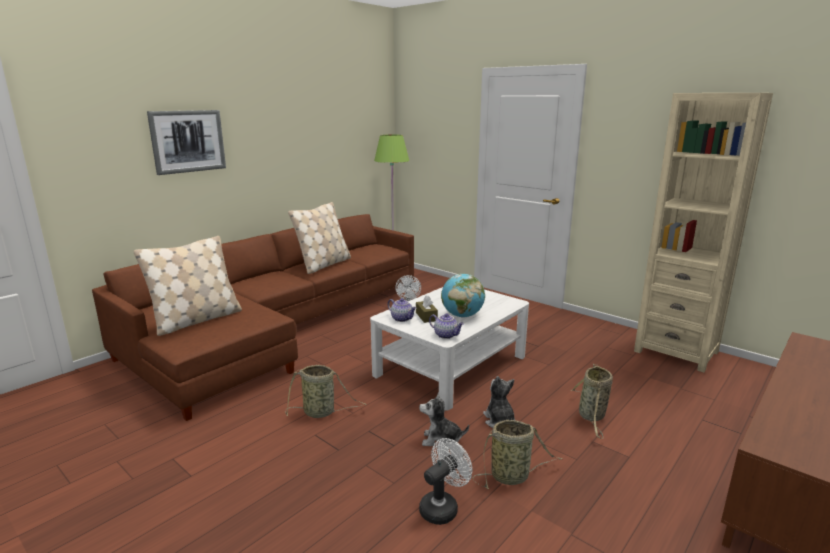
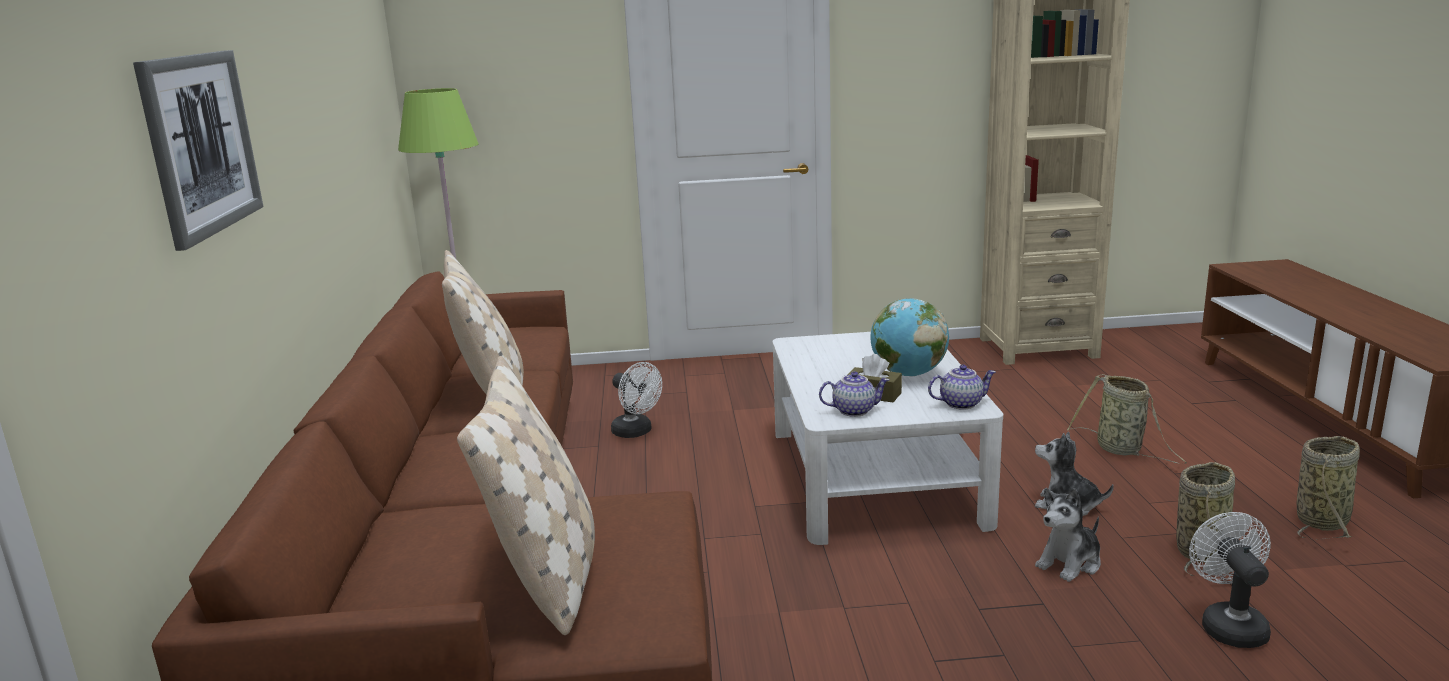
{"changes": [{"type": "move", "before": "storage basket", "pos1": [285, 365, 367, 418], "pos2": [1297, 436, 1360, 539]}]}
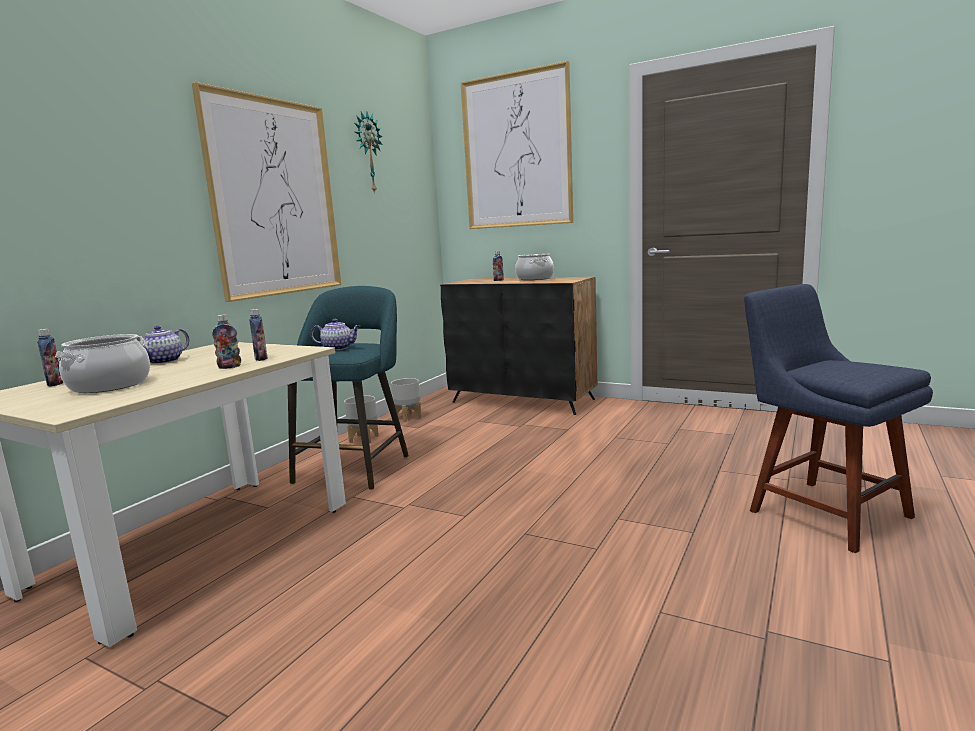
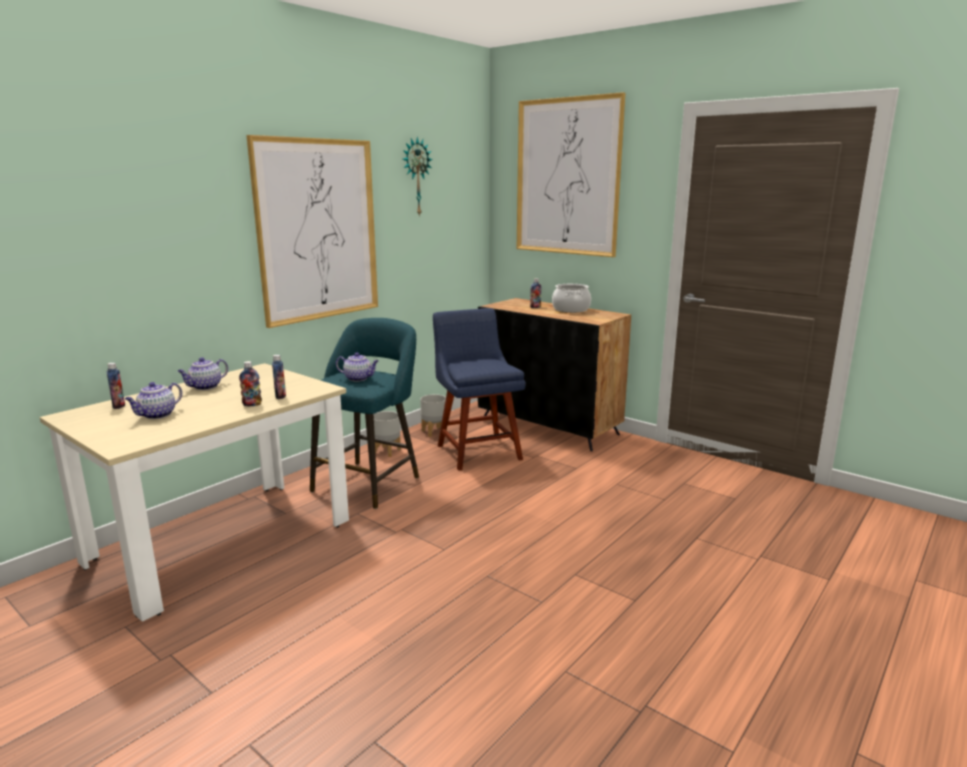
{"changes": [{"type": "move", "before": "blue plain chair", "pos1": [744, 284, 933, 553], "pos2": [433, 308, 526, 471]}, {"type": "replace", "before": "saucepot", "after": "tea pot", "pos1": [55, 334, 150, 393], "pos2": [125, 382, 182, 419]}]}
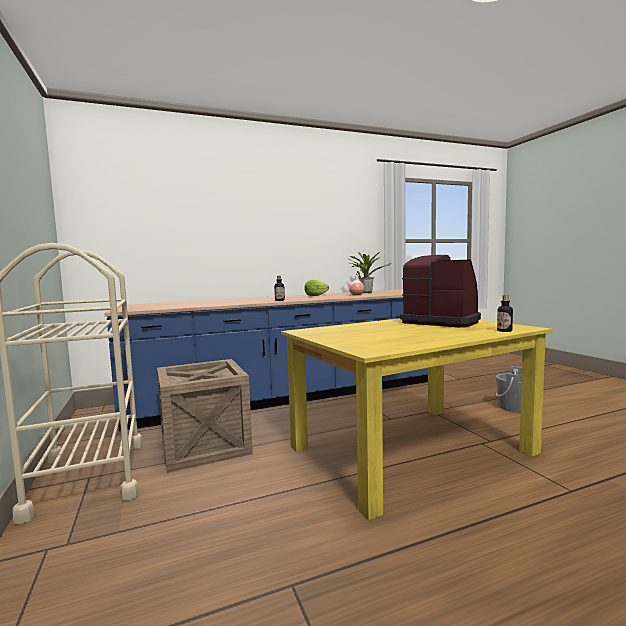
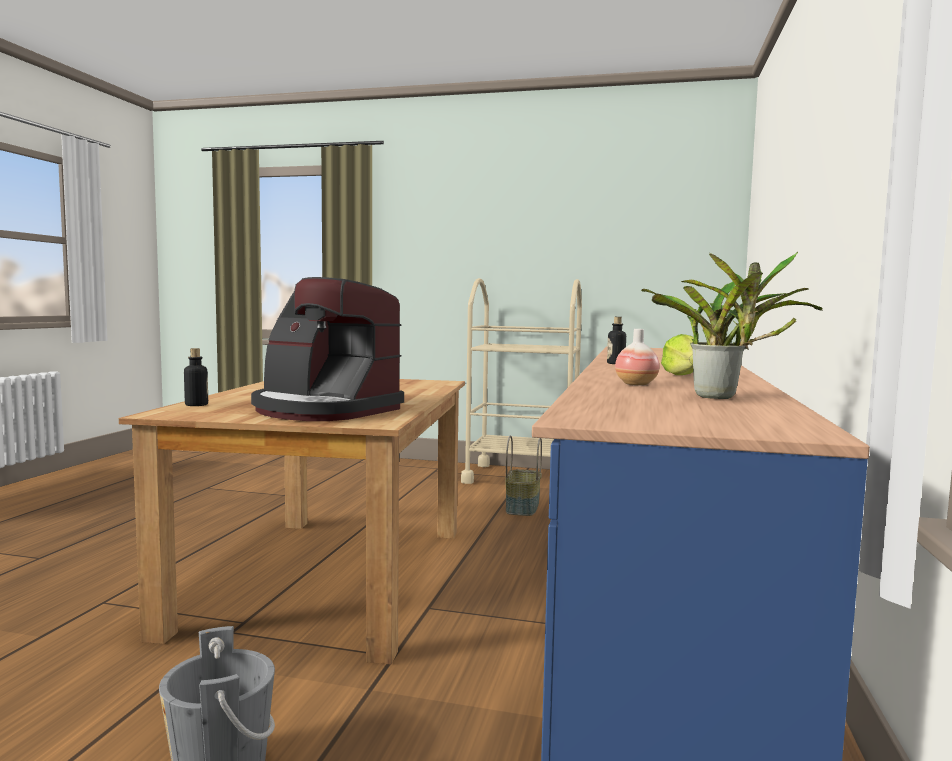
{"changes": [{"type": "rotate", "before": "coffee machine", "pos1": [400, 255, 481, 328], "pos2": [251, 277, 404, 421], "turn": 45}, {"type": "recolor", "before": "yellowish dinner table", "after": "brown dinner table", "pos1": [281, 318, 553, 520], "pos2": [119, 379, 465, 665]}, {"type": "replace", "before": "packing crate", "after": "storage basket", "pos1": [157, 359, 253, 473], "pos2": [505, 435, 542, 516]}]}
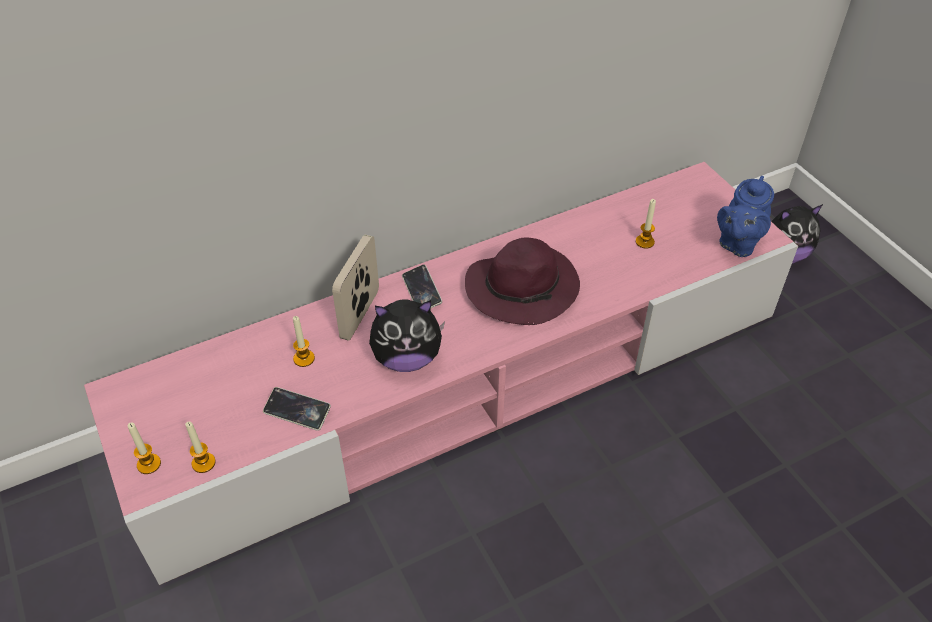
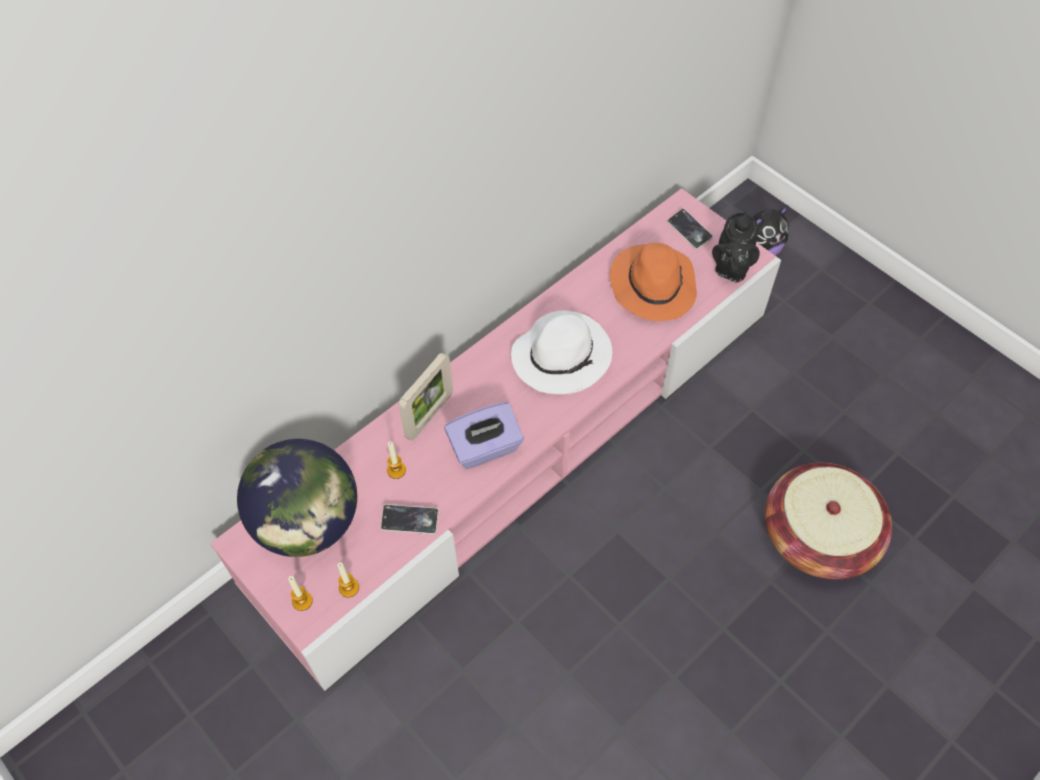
{"changes": [{"type": "recolor", "before": "blue tea pot", "after": "black-coloured tea pot", "pos1": [717, 176, 774, 257], "pos2": [712, 211, 760, 282]}, {"type": "replace", "before": "candle", "after": "orangey clothing hat", "pos1": [636, 199, 656, 249], "pos2": [610, 243, 697, 321]}, {"type": "rotate", "before": "photo frame", "pos1": [332, 235, 379, 340], "pos2": [398, 353, 453, 441], "turn": -150}, {"type": "recolor", "before": "purple-coloured clothing hat", "after": "white-coloured clothing hat", "pos1": [465, 238, 580, 325], "pos2": [511, 310, 612, 394]}, {"type": "move", "before": "telephone", "pos1": [402, 264, 442, 308], "pos2": [667, 209, 713, 249]}, {"type": "replace", "before": "plush toy", "after": "purple-coloured box of tissues", "pos1": [369, 299, 445, 372], "pos2": [444, 402, 524, 469]}, {"type": "insert", "after": "desk globe", "pos2": [237, 439, 357, 557]}, {"type": "insert", "after": "storage basket", "pos2": [765, 463, 892, 580]}]}
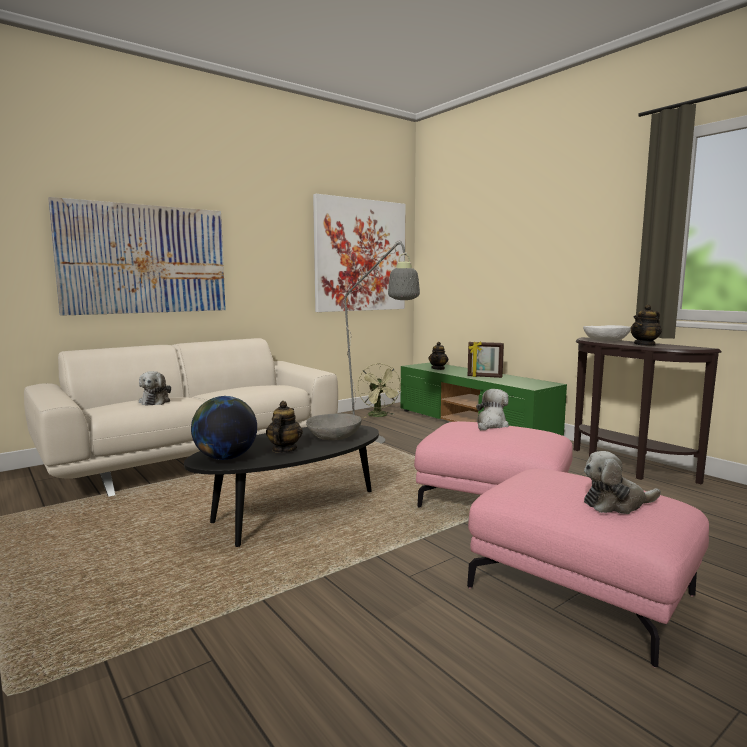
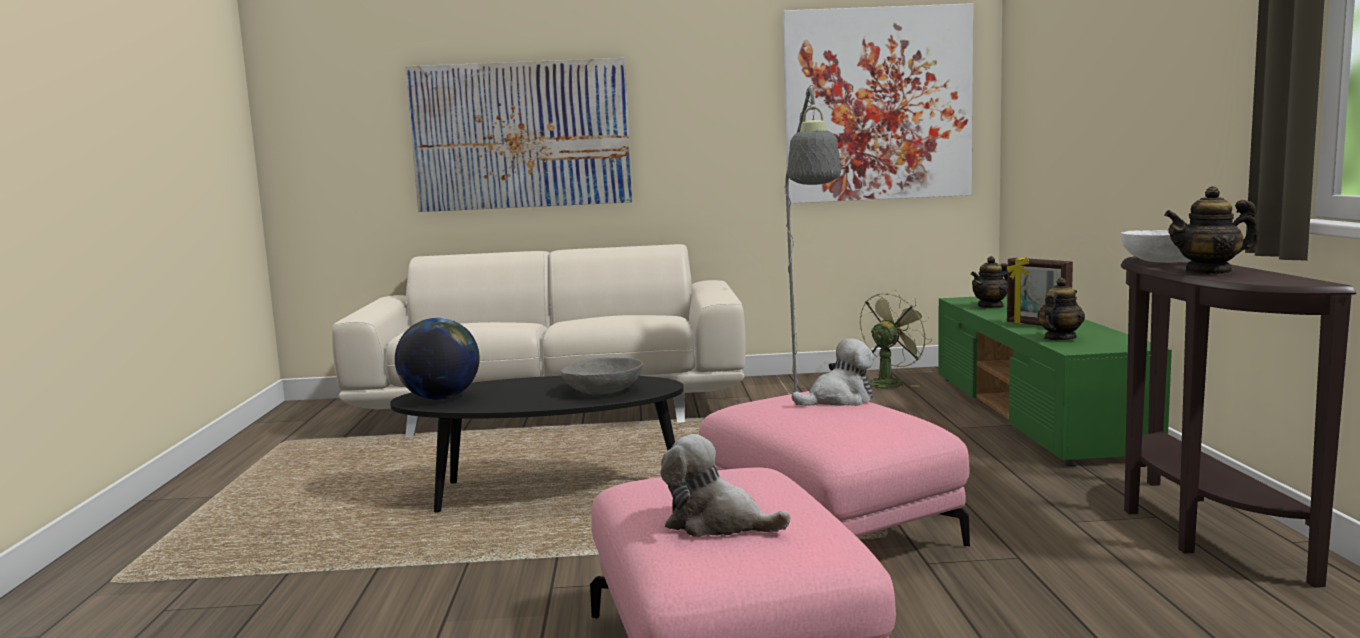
{"changes": [{"type": "rotate", "before": "green fan", "pos1": [357, 363, 402, 418], "pos2": [860, 290, 932, 389], "turn": -150}, {"type": "delete", "before": "plush toy", "pos1": [139, 371, 171, 406]}, {"type": "move", "before": "tea pot", "pos1": [266, 401, 303, 453], "pos2": [1037, 278, 1085, 340]}]}
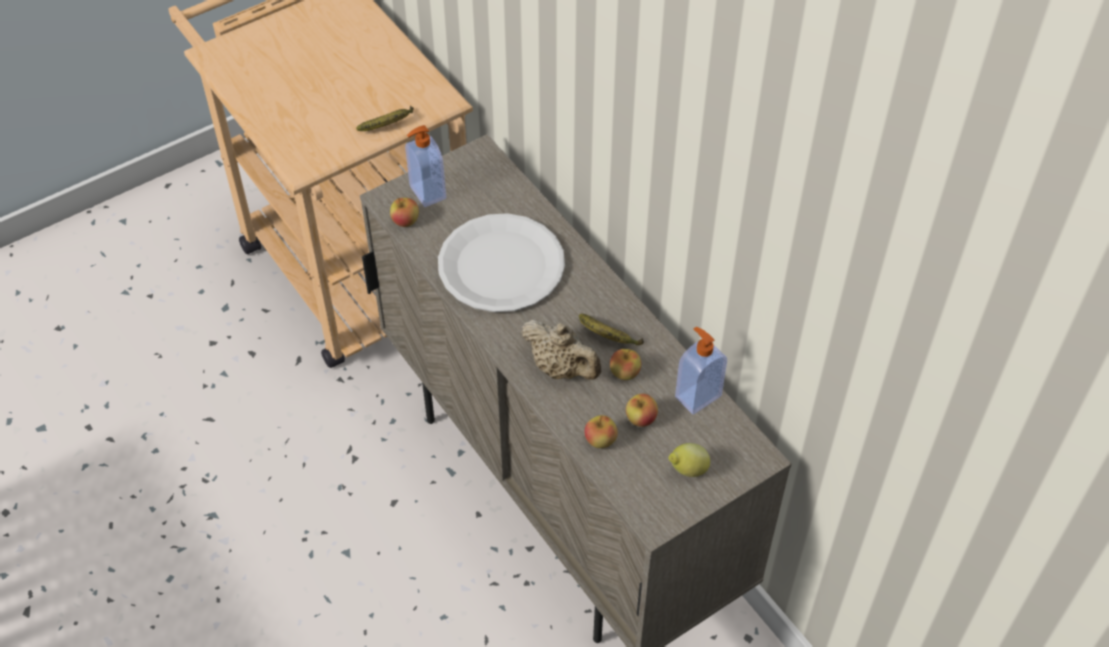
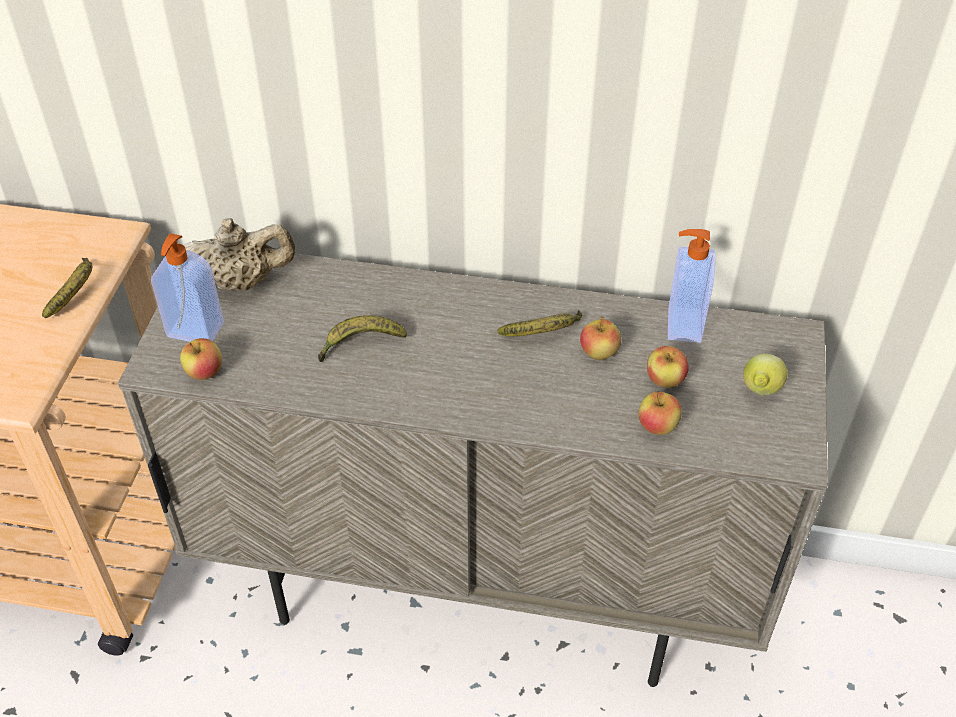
{"changes": [{"type": "replace", "before": "white-coloured dinner plate", "after": "banana", "pos1": [438, 213, 565, 312], "pos2": [318, 315, 407, 362]}, {"type": "move", "before": "beige tea pot", "pos1": [521, 320, 601, 380], "pos2": [183, 218, 295, 291]}]}
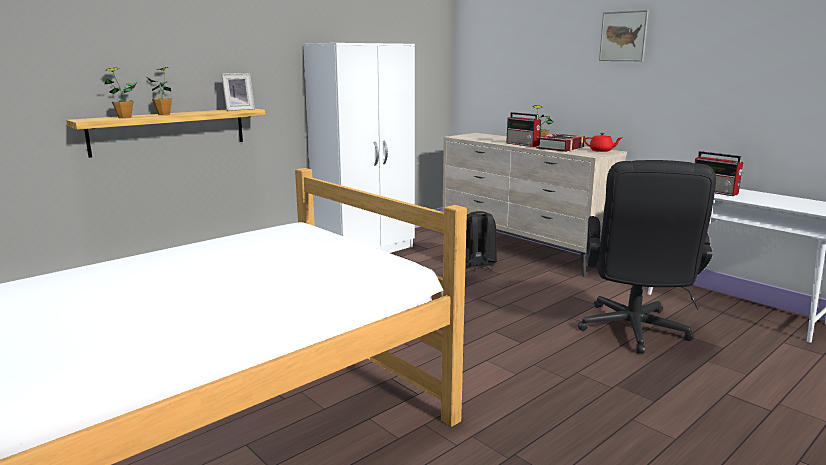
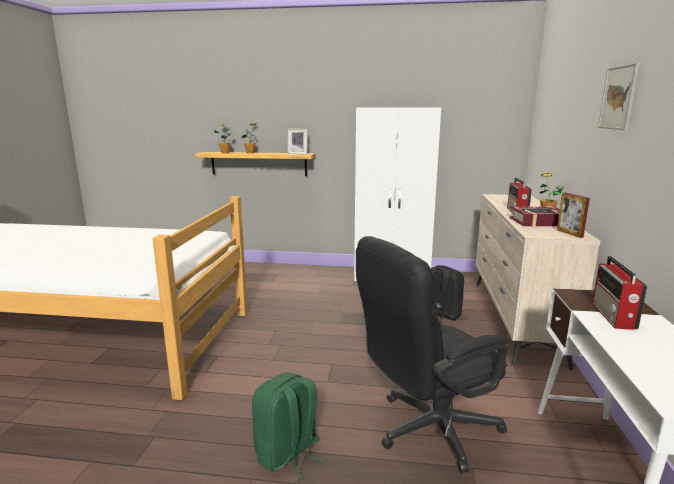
{"changes": [{"type": "replace", "before": "red tea pot", "after": "photo frame", "pos1": [584, 133, 622, 152], "pos2": [557, 193, 590, 238]}, {"type": "insert", "after": "green rucksack", "pos2": [252, 372, 325, 479]}]}
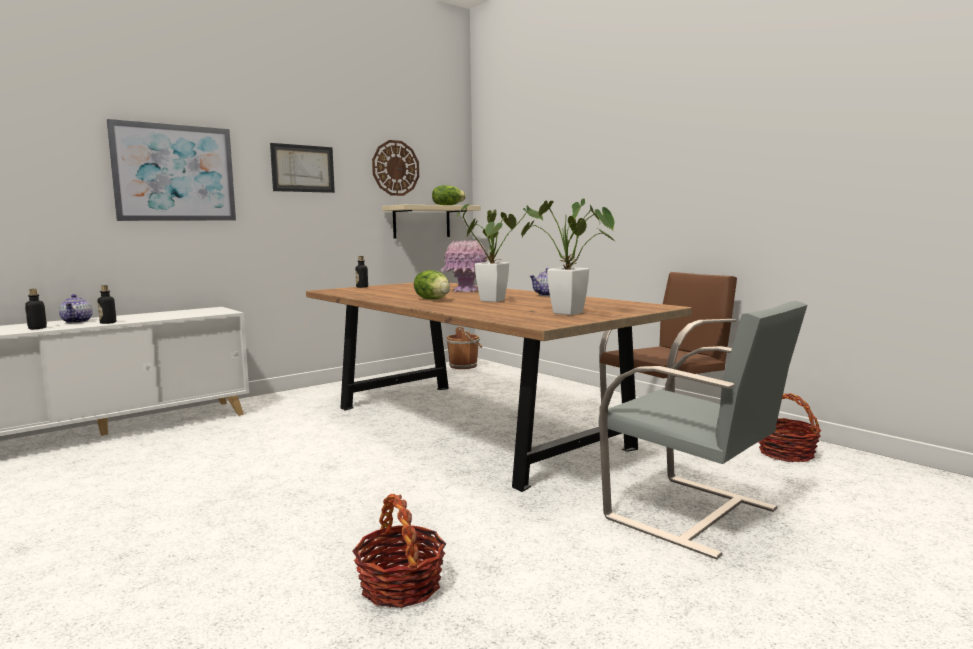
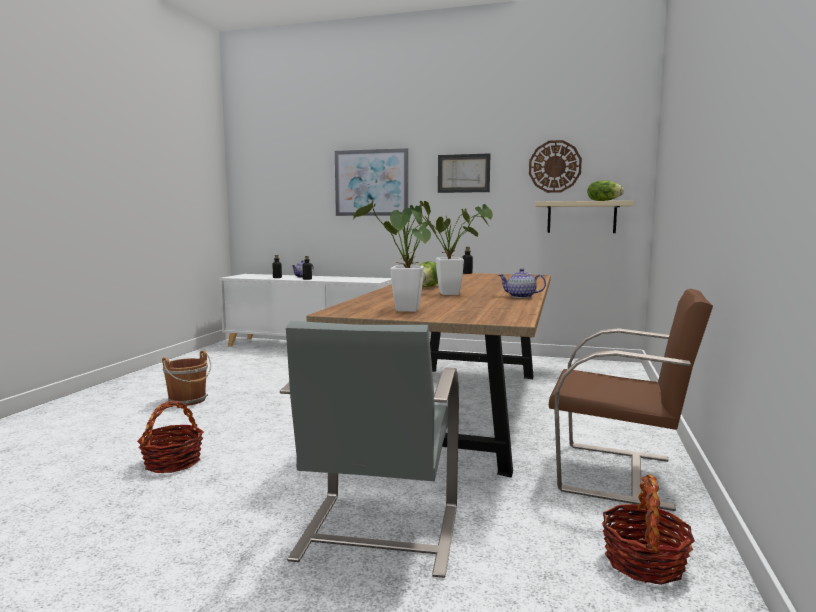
{"changes": [{"type": "delete", "before": "pink-coloured decorative vase", "pos1": [440, 240, 487, 292]}, {"type": "move", "before": "brown pail", "pos1": [446, 327, 482, 369], "pos2": [162, 350, 211, 406]}]}
